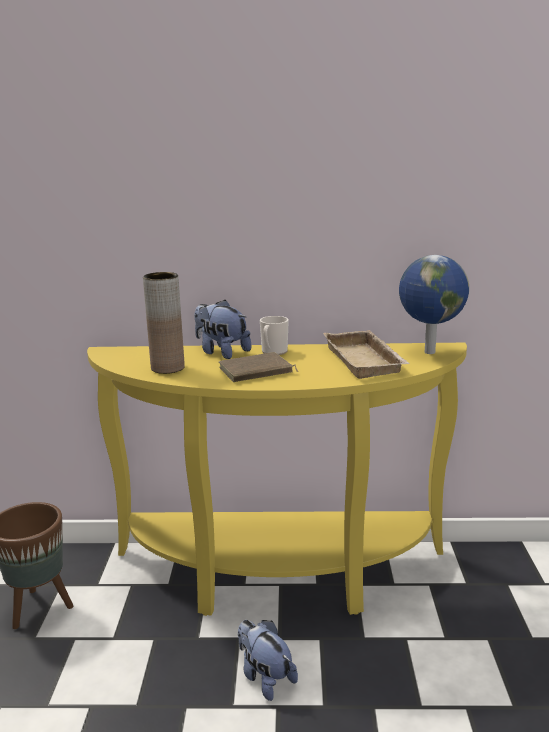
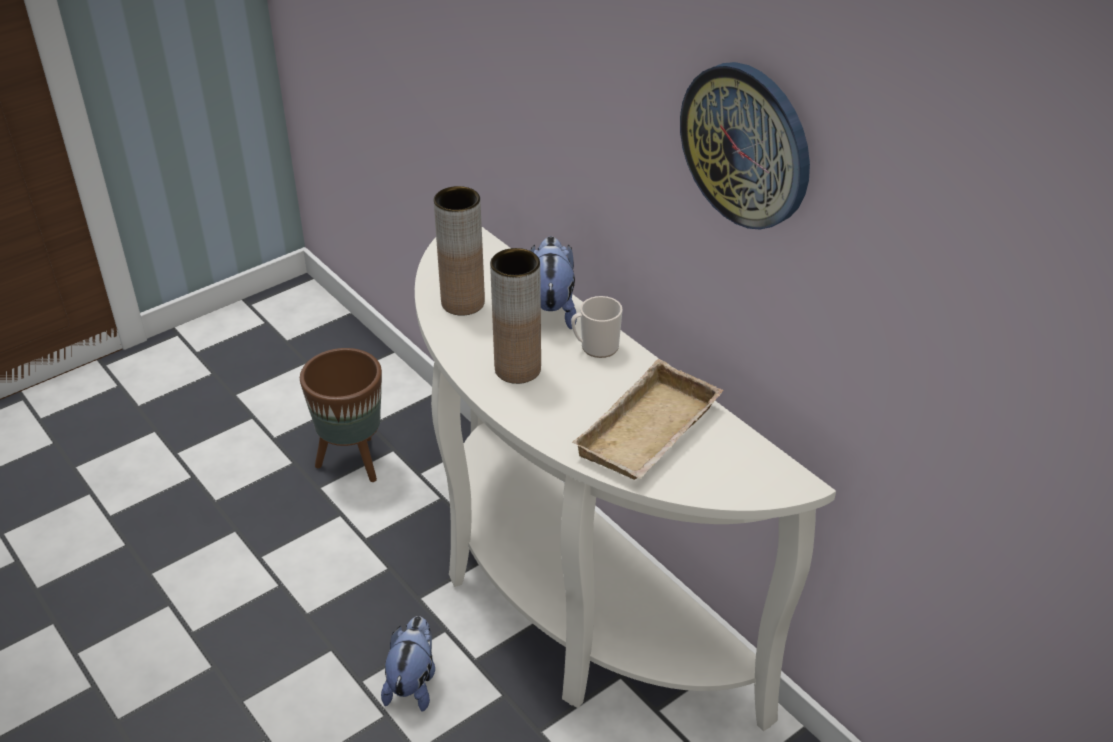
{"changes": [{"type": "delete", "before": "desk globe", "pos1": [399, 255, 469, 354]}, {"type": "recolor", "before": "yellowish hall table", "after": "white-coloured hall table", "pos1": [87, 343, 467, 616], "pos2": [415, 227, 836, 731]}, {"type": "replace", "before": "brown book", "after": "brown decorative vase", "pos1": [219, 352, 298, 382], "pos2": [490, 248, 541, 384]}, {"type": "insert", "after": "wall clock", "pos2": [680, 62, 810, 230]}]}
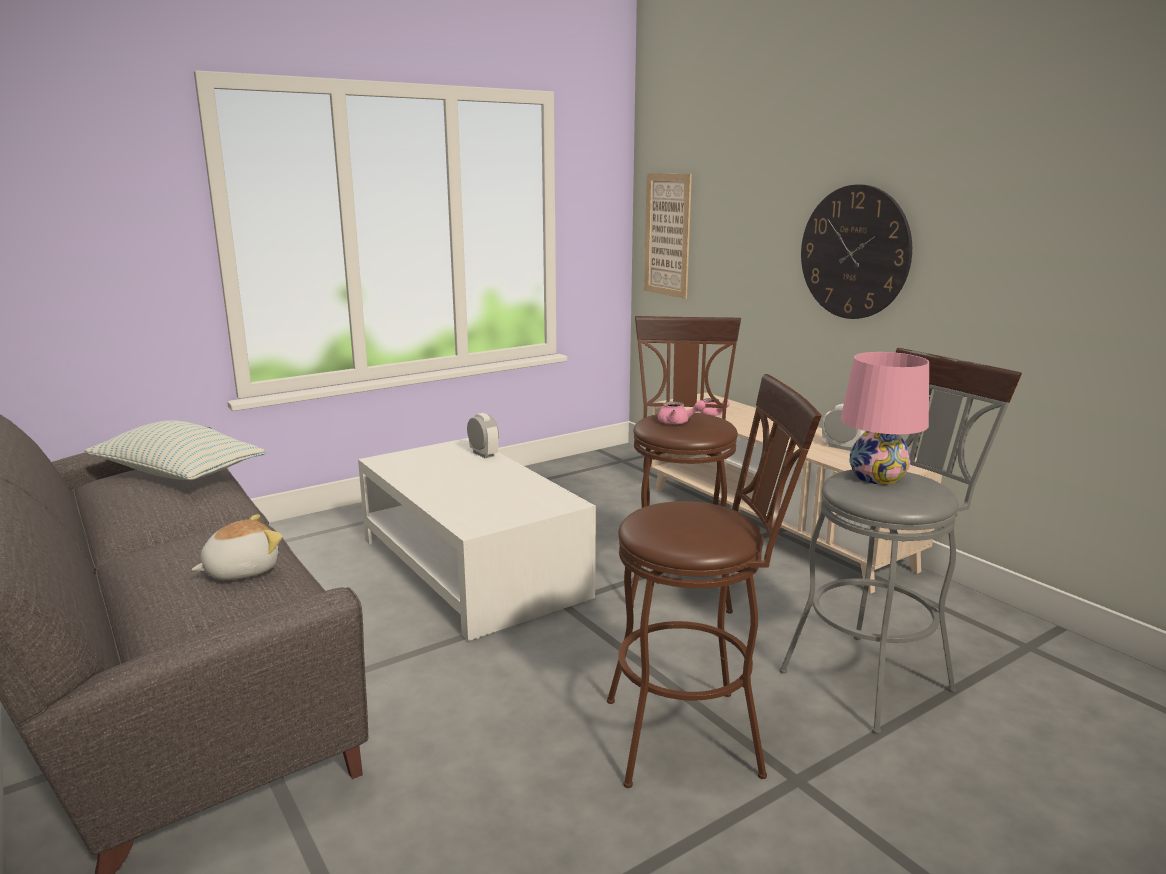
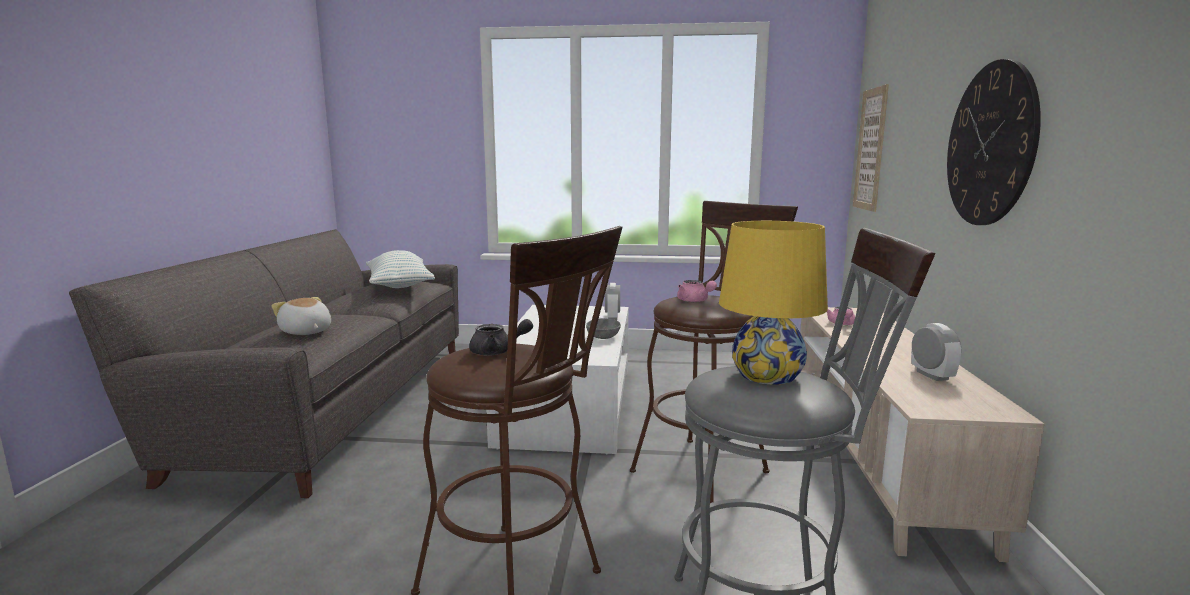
{"changes": [{"type": "recolor", "before": "pink-coloured tabletop lamp", "after": "yellowish tabletop lamp", "pos1": [841, 352, 929, 485], "pos2": [719, 221, 828, 385]}, {"type": "rotate", "before": "plush toy", "pos1": [191, 514, 283, 580], "pos2": [271, 297, 331, 335], "turn": -135}, {"type": "insert", "after": "greyish bowl", "pos2": [586, 318, 621, 339]}, {"type": "insert", "after": "greyish tea pot", "pos2": [469, 319, 533, 356]}]}
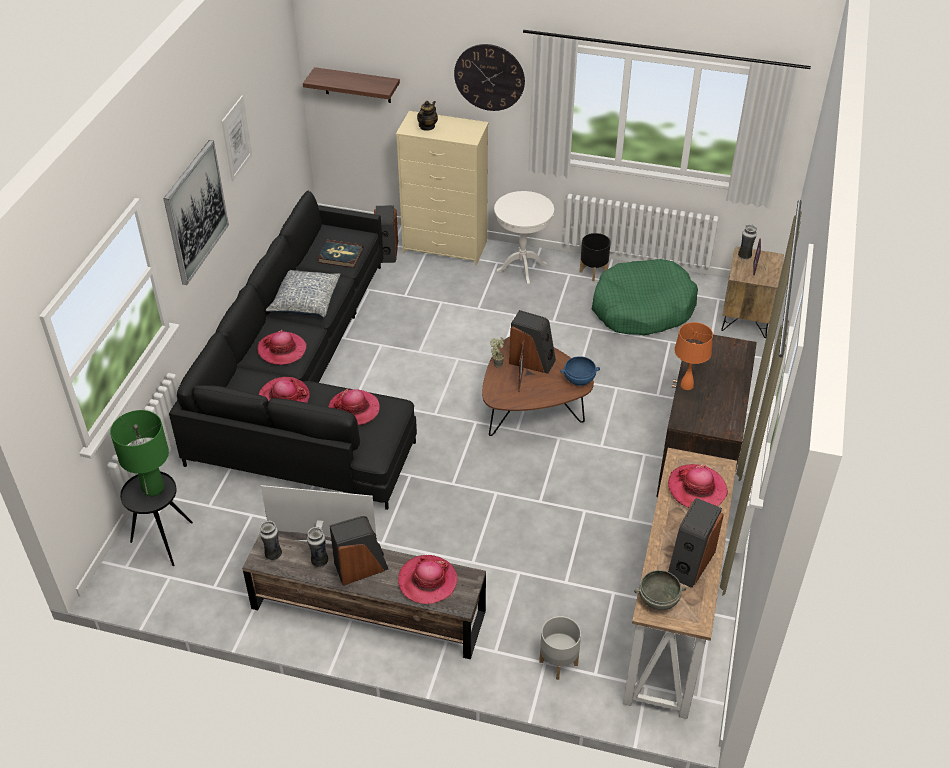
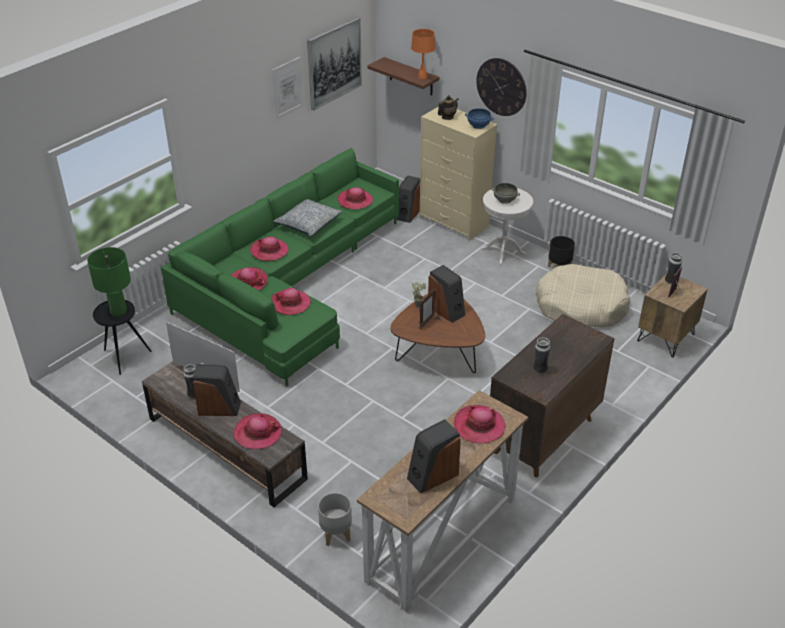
{"changes": [{"type": "move", "before": "picture", "pos1": [163, 140, 229, 285], "pos2": [307, 17, 362, 110]}, {"type": "recolor", "before": "black-coloured couch", "after": "green couch", "pos1": [169, 191, 417, 510], "pos2": [161, 148, 399, 386]}, {"type": "replace", "before": "book", "after": "clothing hat", "pos1": [317, 240, 364, 268], "pos2": [337, 187, 373, 209]}, {"type": "recolor", "before": "green pet bed", "after": "beige pet bed", "pos1": [592, 259, 698, 336], "pos2": [536, 264, 630, 327]}, {"type": "move", "before": "orangey tabletop lamp", "pos1": [674, 322, 713, 390], "pos2": [411, 29, 435, 80]}, {"type": "move", "before": "blue bowl", "pos1": [560, 356, 600, 386], "pos2": [465, 108, 494, 129]}, {"type": "move", "before": "decorative vase", "pos1": [260, 520, 282, 560], "pos2": [533, 337, 550, 374]}, {"type": "move", "before": "greyish bowl", "pos1": [634, 570, 686, 610], "pos2": [492, 183, 520, 204]}]}
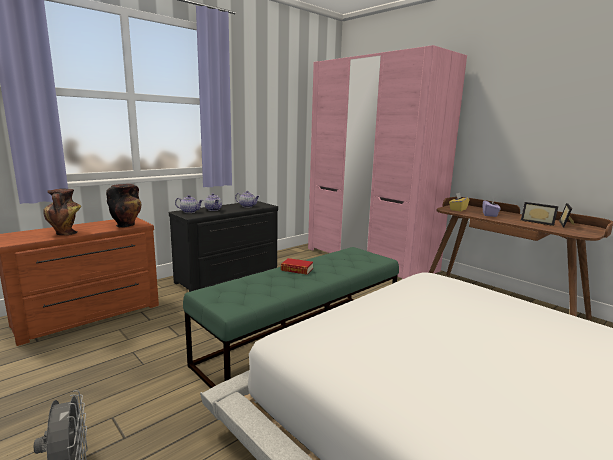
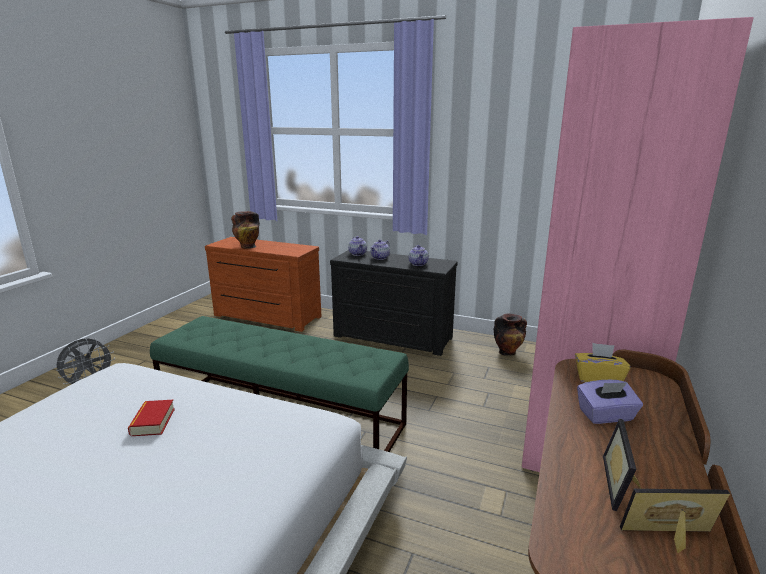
{"changes": [{"type": "move", "before": "decorative vase", "pos1": [106, 184, 141, 227], "pos2": [494, 313, 527, 356]}, {"type": "move", "before": "book", "pos1": [281, 258, 313, 275], "pos2": [128, 400, 175, 436]}]}
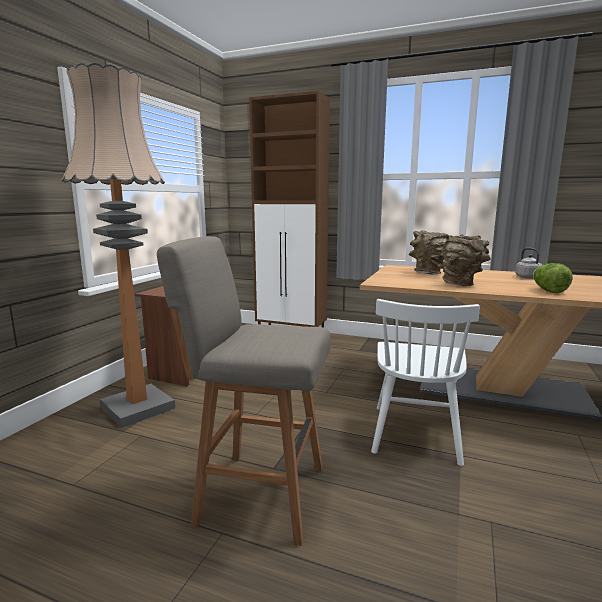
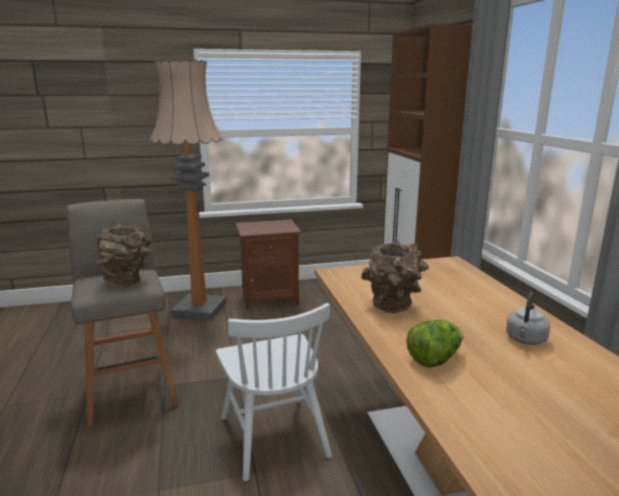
{"changes": [{"type": "move", "before": "brown decorative vase", "pos1": [409, 230, 450, 275], "pos2": [96, 223, 152, 287]}, {"type": "rotate", "before": "white-coloured plain chair", "pos1": [371, 299, 480, 466], "pos2": [216, 303, 332, 481], "turn": -90}]}
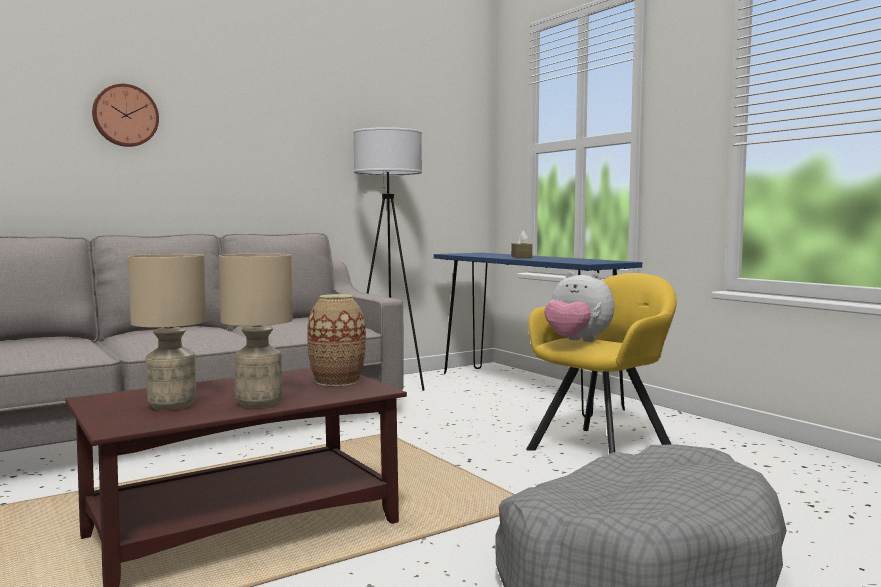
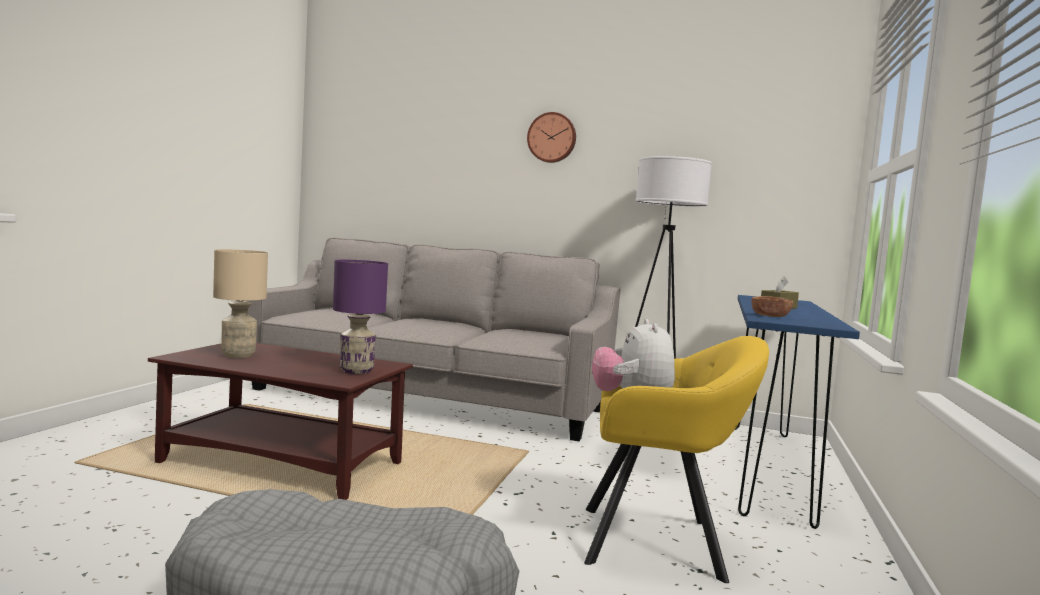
{"changes": [{"type": "move", "before": "wall clock", "pos1": [92, 84, 159, 147], "pos2": [527, 112, 576, 163]}, {"type": "delete", "before": "beige tabletop lamp", "pos1": [219, 253, 293, 408]}, {"type": "replace", "before": "decorative vase", "after": "purple-coloured tabletop lamp", "pos1": [307, 294, 366, 386], "pos2": [333, 260, 388, 374]}, {"type": "insert", "after": "brown bowl", "pos2": [752, 296, 793, 317]}]}
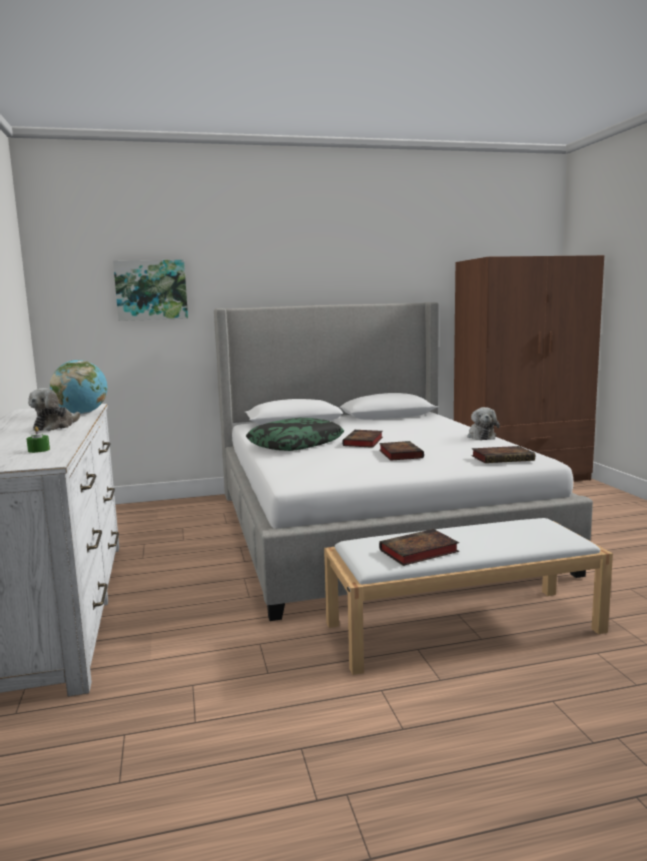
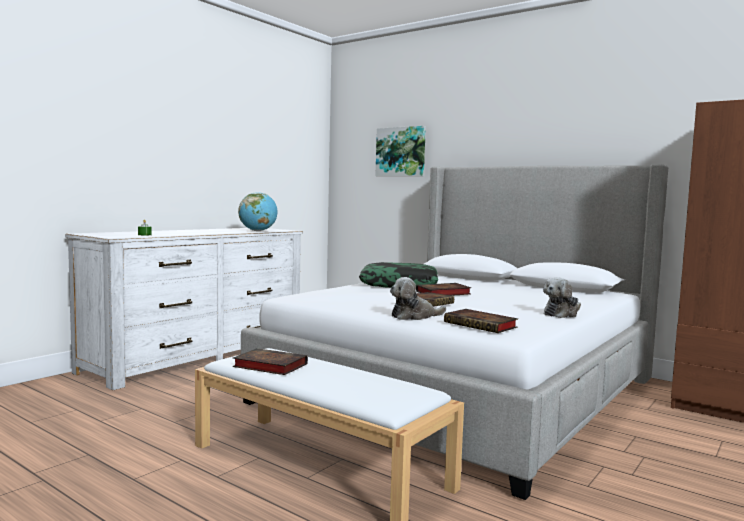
{"changes": [{"type": "move", "before": "plush toy", "pos1": [28, 388, 80, 431], "pos2": [390, 277, 446, 320]}]}
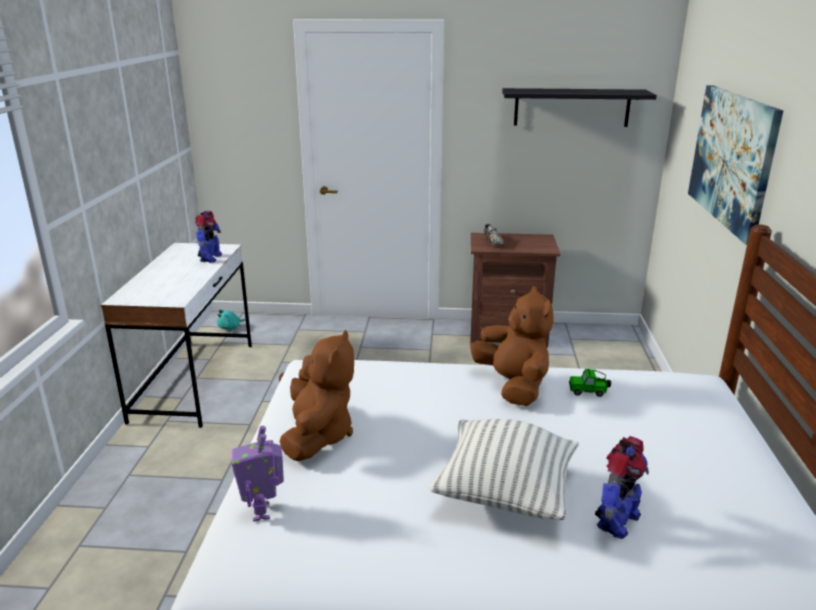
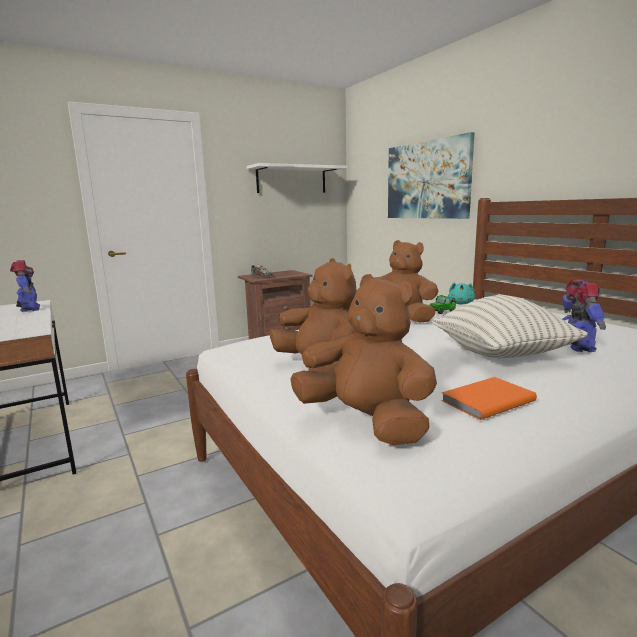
{"changes": [{"type": "recolor", "before": "black-coloured wall shelf", "after": "white-coloured wall shelf", "pos1": [502, 88, 657, 127], "pos2": [247, 163, 347, 193]}, {"type": "move", "before": "turquoise plush toy", "pos1": [217, 309, 246, 330], "pos2": [448, 282, 476, 304]}, {"type": "replace", "before": "model robot", "after": "brown plush toy", "pos1": [232, 426, 284, 521], "pos2": [290, 274, 437, 445]}, {"type": "insert", "after": "orangey book", "pos2": [441, 377, 537, 420]}]}
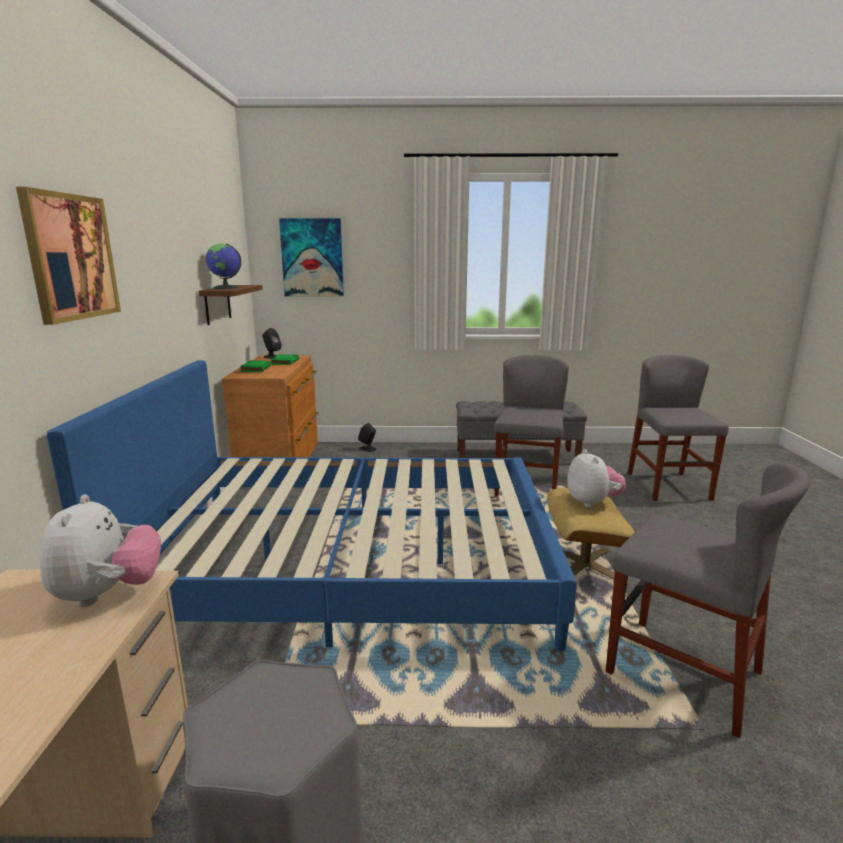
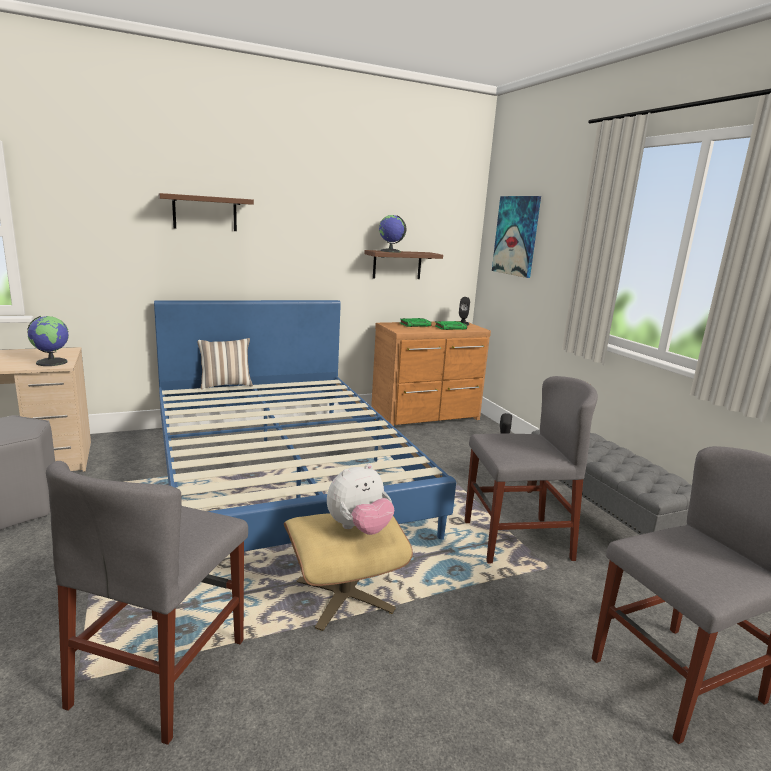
{"changes": [{"type": "replace", "before": "picture", "after": "brown wall shelf", "pos1": [16, 187, 121, 325], "pos2": [159, 193, 254, 231]}, {"type": "replace", "before": "plush toy", "after": "desk globe", "pos1": [40, 494, 161, 607], "pos2": [27, 316, 69, 366]}, {"type": "insert", "after": "pillow", "pos2": [198, 338, 253, 389]}]}
